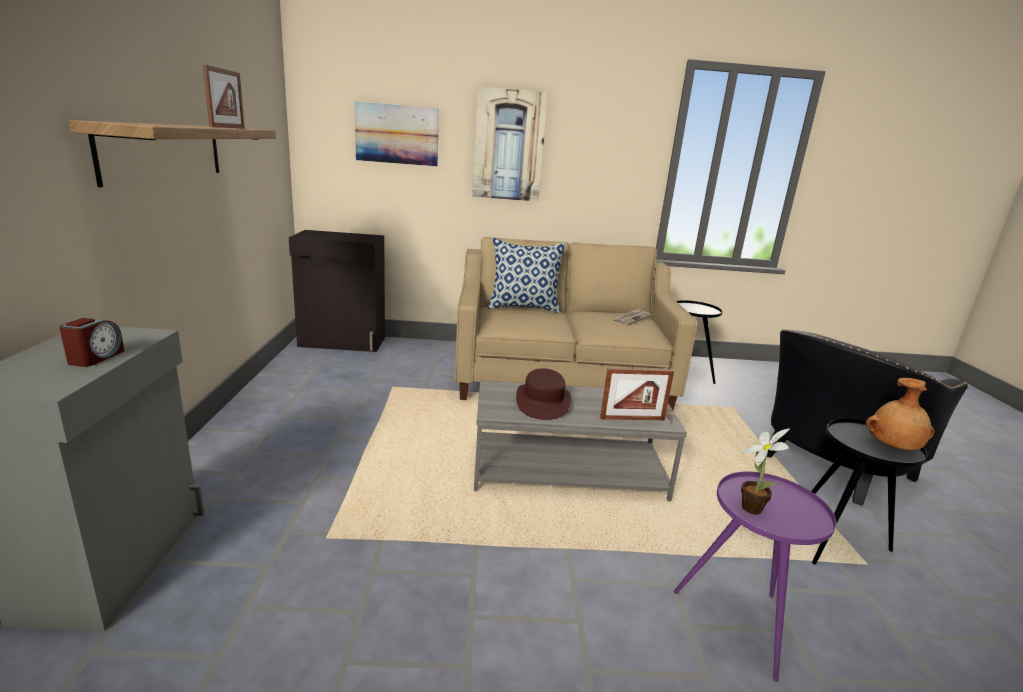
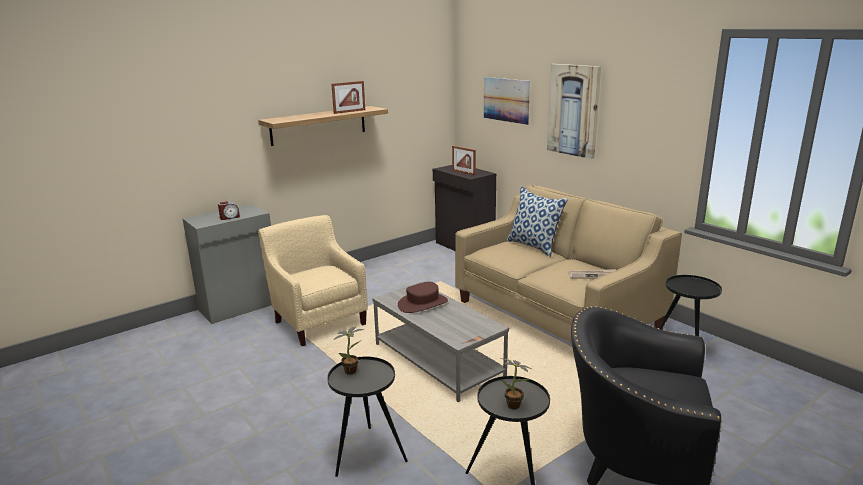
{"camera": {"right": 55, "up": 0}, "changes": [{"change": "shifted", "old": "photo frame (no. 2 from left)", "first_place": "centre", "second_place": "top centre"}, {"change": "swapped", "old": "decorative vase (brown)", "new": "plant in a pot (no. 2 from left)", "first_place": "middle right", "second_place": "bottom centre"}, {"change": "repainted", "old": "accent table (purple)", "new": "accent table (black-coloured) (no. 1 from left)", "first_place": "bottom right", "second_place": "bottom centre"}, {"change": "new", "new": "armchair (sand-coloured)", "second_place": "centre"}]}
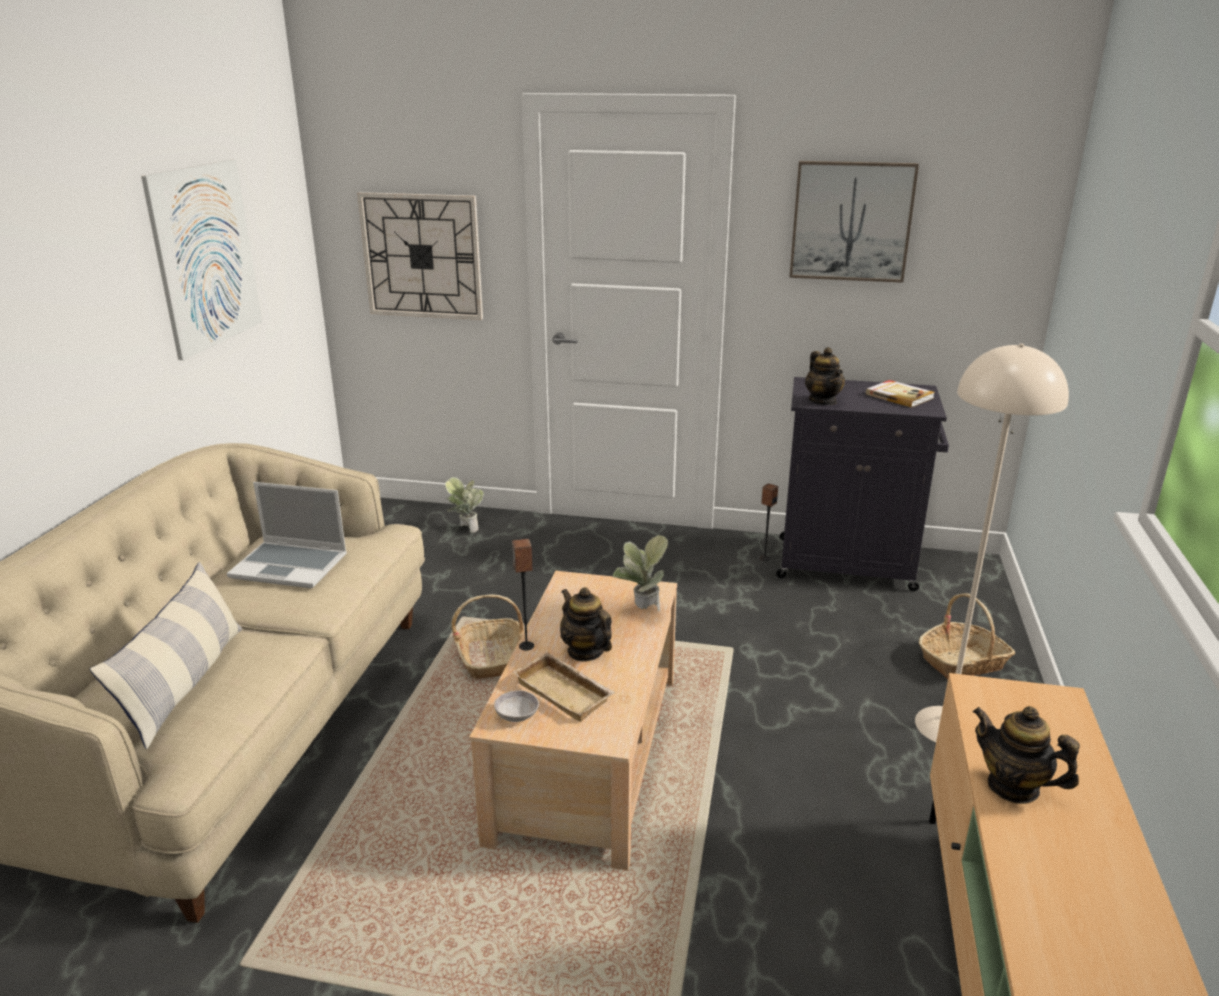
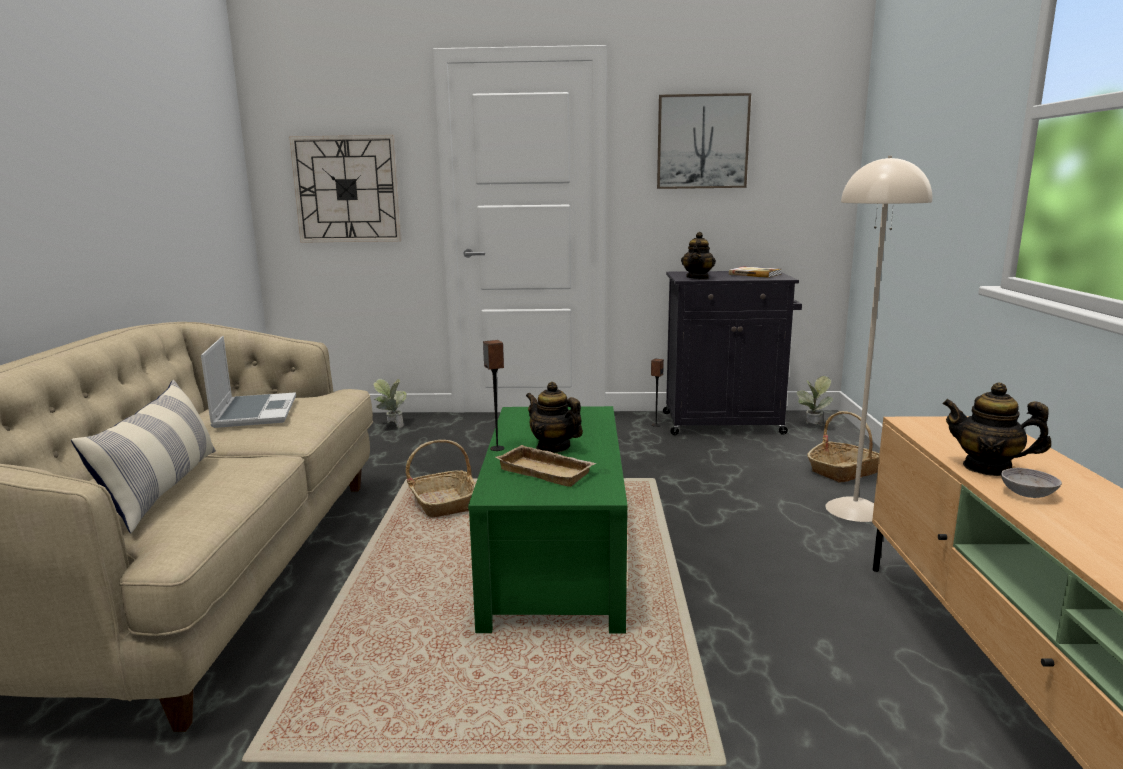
{"camera": {"right": -10, "up": -10}, "changes": [{"change": "gone", "old": "picture (no. 1 from left)", "first_place": "top left"}, {"change": "rotated", "old": "pot for tea (no. 2 from left)", "first_place": "middle right", "second_place": "top centre", "degrees": 45}, {"change": "rotated", "old": "portable computer", "first_place": "middle left", "second_place": "middle left", "degrees": -105}, {"change": "shifted", "old": "plant in a pot (no. 2 from left)", "first_place": "centre", "second_place": "middle right"}, {"change": "repainted", "old": "low table (sand-coloured)", "new": "low table (green-coloured)", "first_place": "bottom centre", "second_place": "bottom centre"}, {"change": "shifted", "old": "deep dish (grey)", "first_place": "bottom centre", "second_place": "middle right"}]}
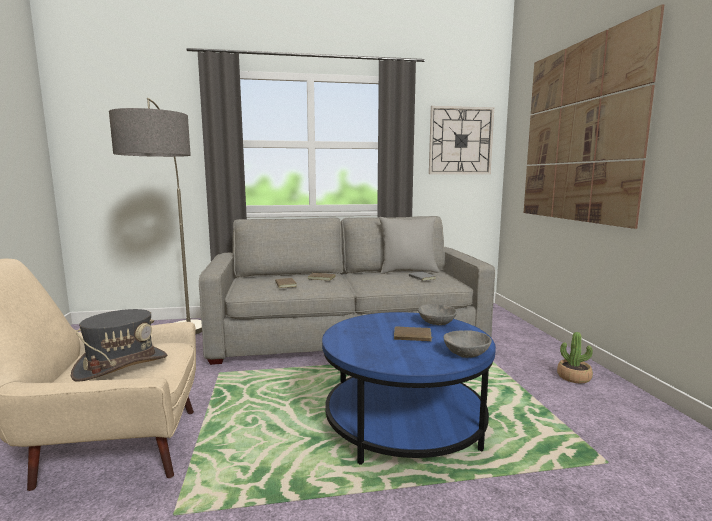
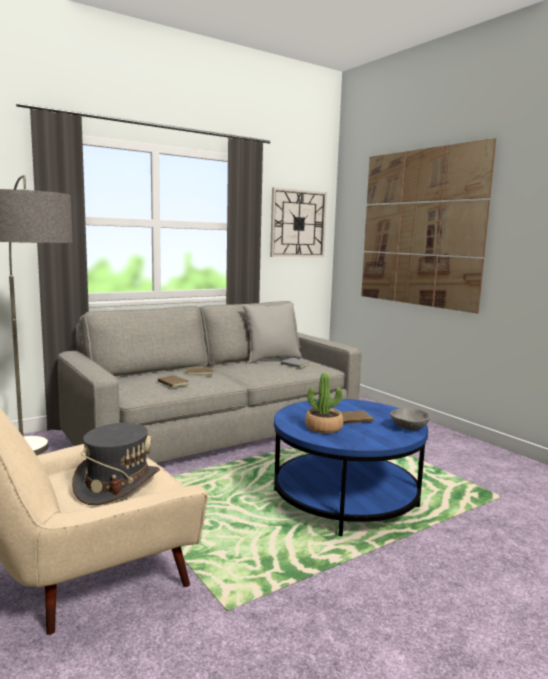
{"camera": {"right": -25, "up": 0}, "changes": [{"change": "gone", "old": "deep dish (grey) (no. 1 from left)", "first_place": "centre"}, {"change": "shifted", "old": "plant in a pot", "first_place": "bottom right", "second_place": "centre"}]}
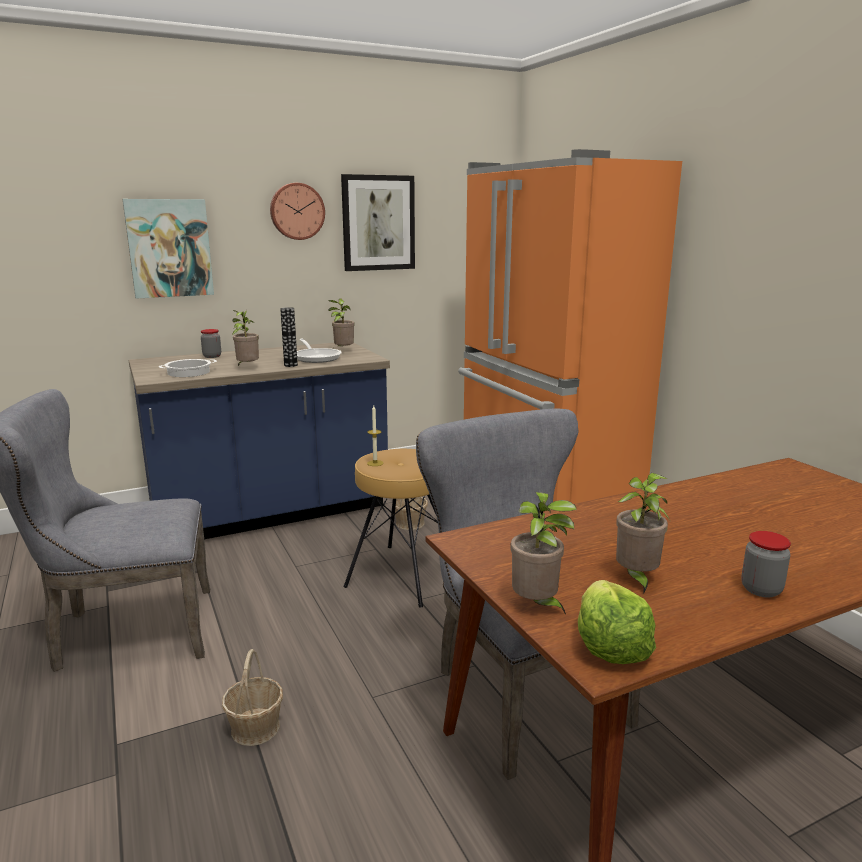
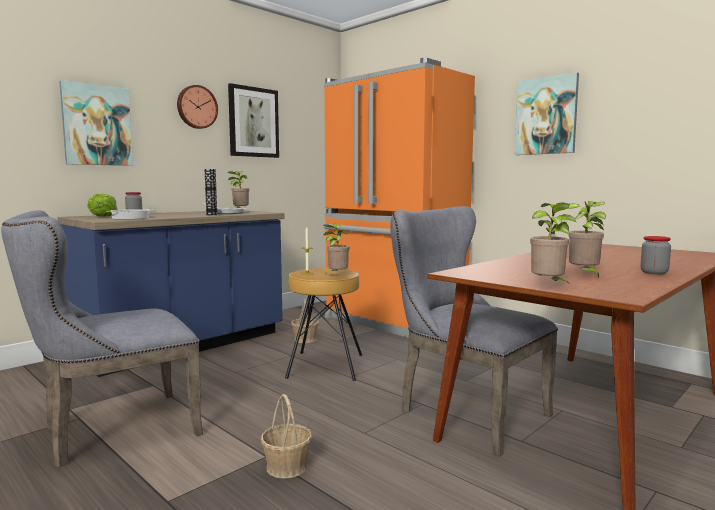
{"camera": {"right": -20, "up": -10}, "changes": [{"change": "shifted", "old": "plant in a pot (no. 1 from left in the first image)", "new": "plant in a pot (no. 2 from left)", "first_place": "middle left", "second_place": "centre"}, {"change": "shifted", "old": "lettuce head", "first_place": "bottom right", "second_place": "middle left"}, {"change": "new", "new": "picture (no. 3 from left)", "second_place": "top right"}]}
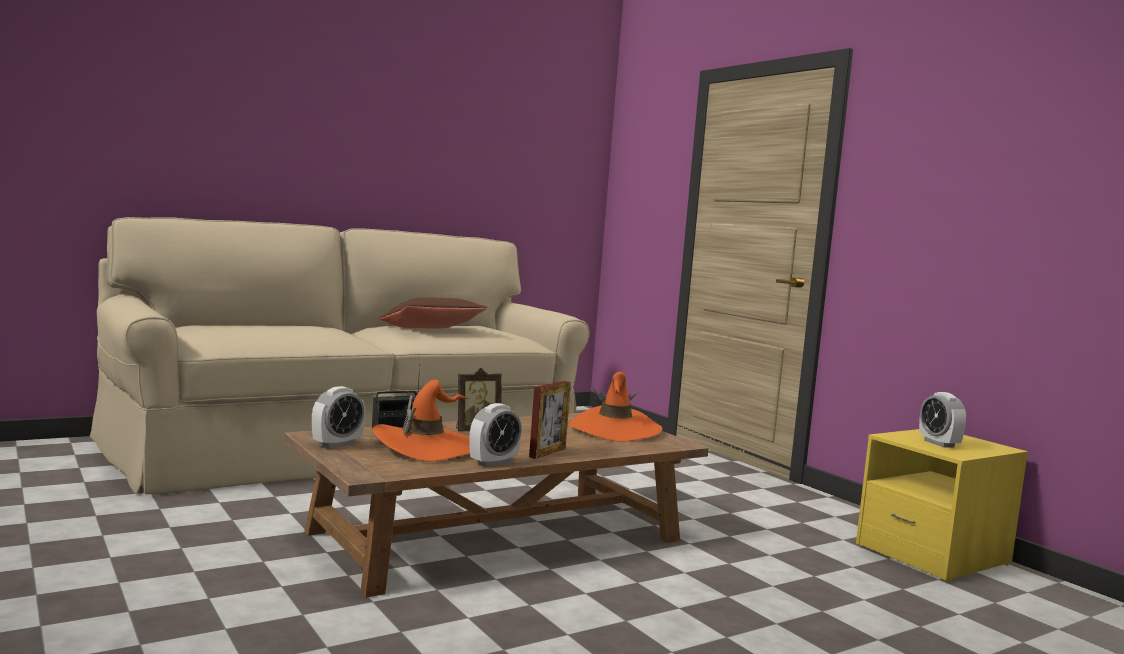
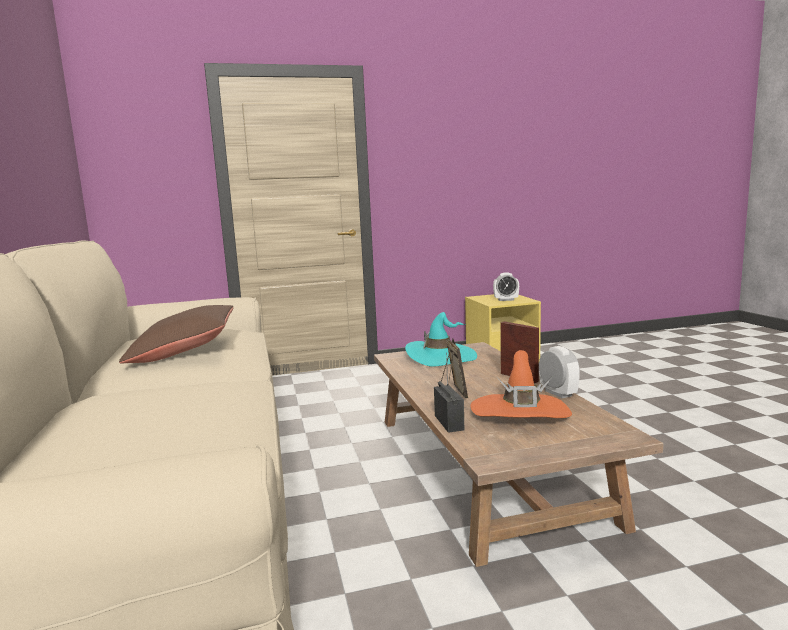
{"camera": {"right": -70, "up": 5}, "changes": [{"change": "repainted", "old": "clothing hat (orange-coloured) (no. 2 from left)", "new": "clothing hat (turquoise-coloured)", "first_place": "centre", "second_place": "centre"}, {"change": "gone", "old": "bedside clock (no. 1 from left)", "first_place": "middle left"}]}
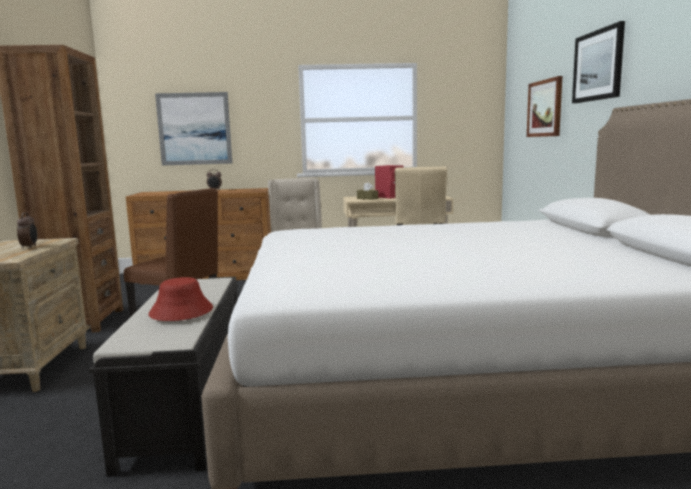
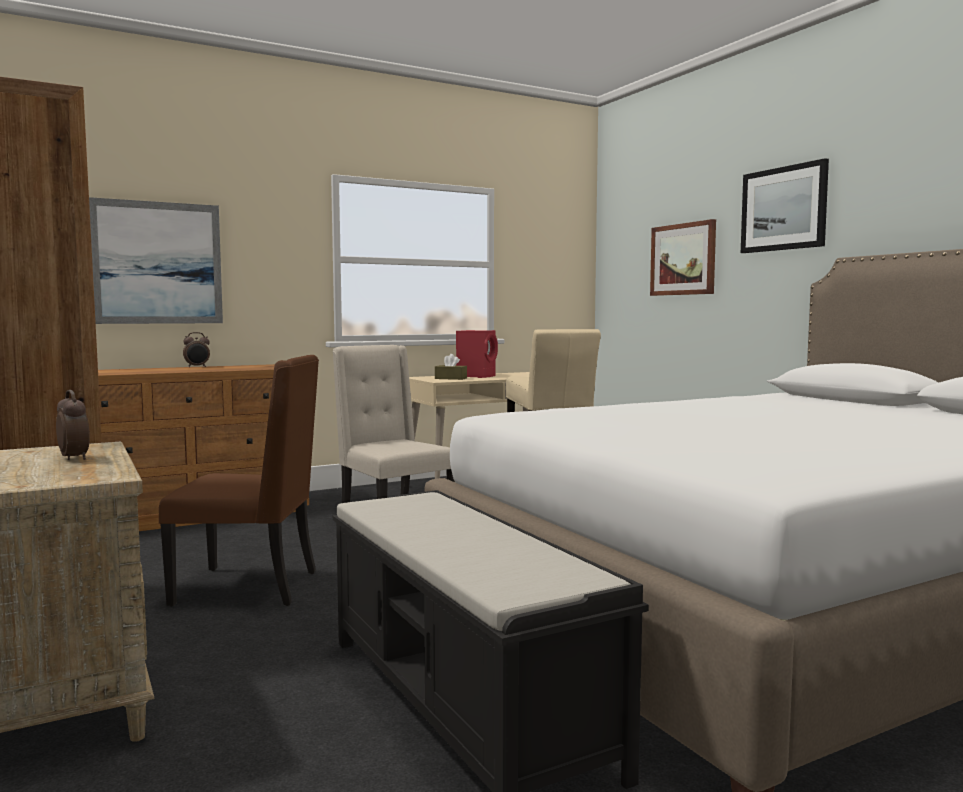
{"camera": {"right": -25, "up": -5}, "changes": [{"change": "gone", "old": "clothing hat (red-coloured)", "first_place": "middle left"}]}
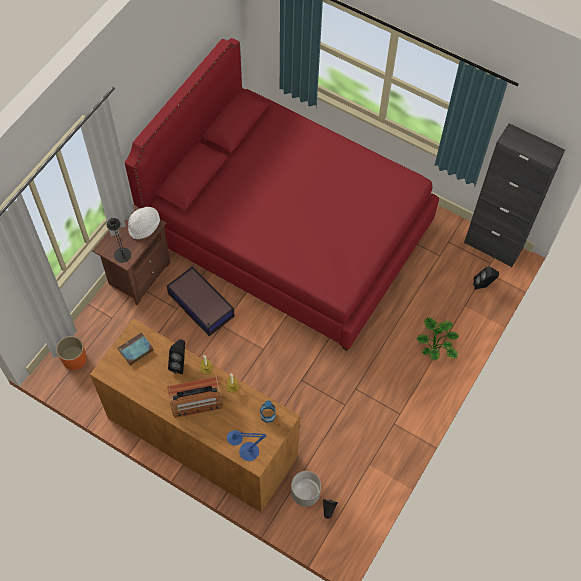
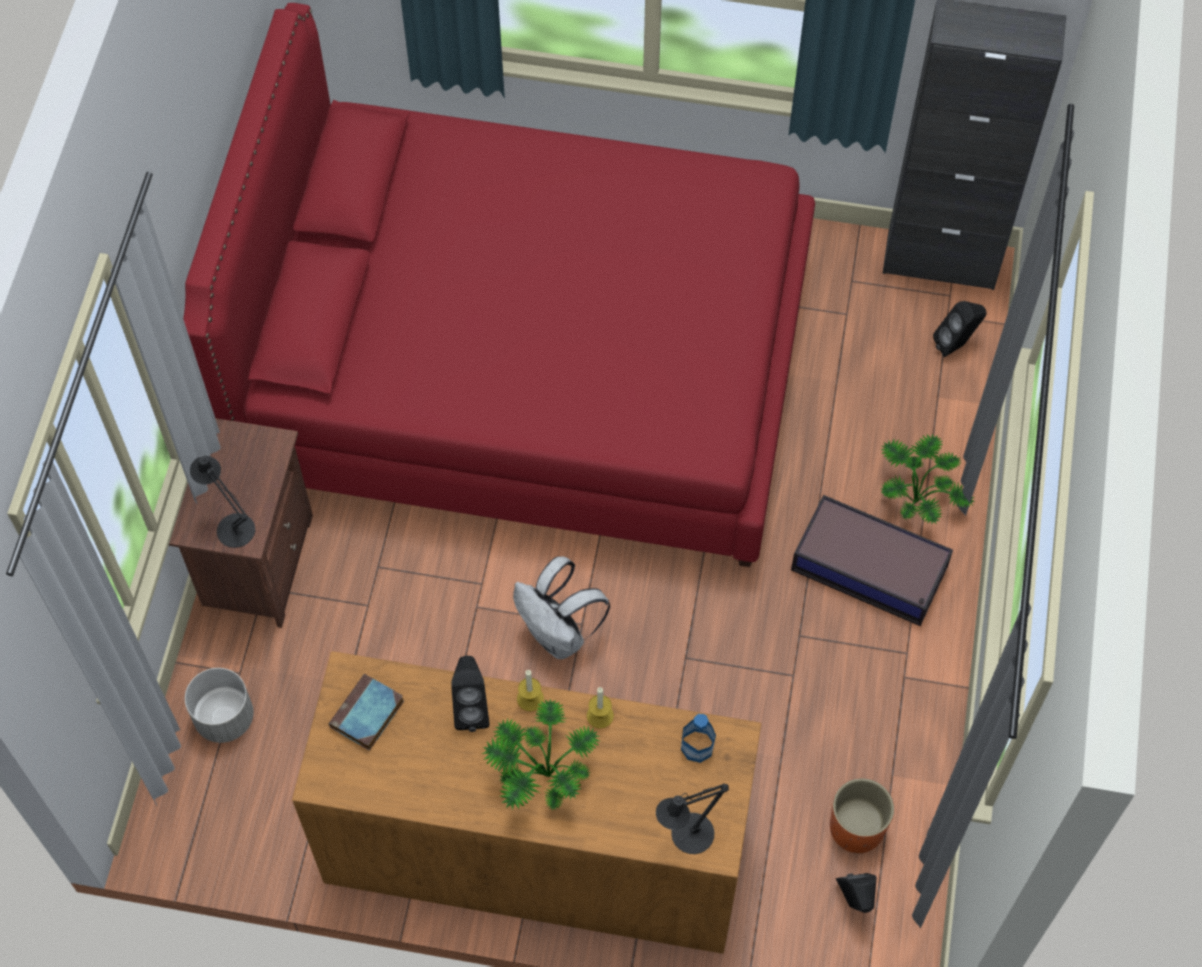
{"camera": {"right": -20, "up": 0}, "changes": [{"change": "gone", "old": "clothing hat (whitish)", "first_place": "middle left"}, {"change": "shifted", "old": "storage container", "first_place": "centre", "second_place": "middle right"}, {"change": "shifted", "old": "plant pot (orange-coloured)", "first_place": "middle left", "second_place": "bottom right"}, {"change": "swapped", "old": "radio set", "new": "plant in a pot (no. 1 from left)", "first_place": "bottom centre", "second_place": "bottom centre"}, {"change": "repainted", "old": "tabletop lamp (bluish)", "new": "tabletop lamp (black-coloured) (no. 2 from left)", "first_place": "bottom centre", "second_place": "bottom centre"}, {"change": "shifted", "old": "plant pot (grey)", "first_place": "bottom centre", "second_place": "bottom left"}, {"change": "new", "new": "backpack (whitish)", "second_place": "centre"}]}
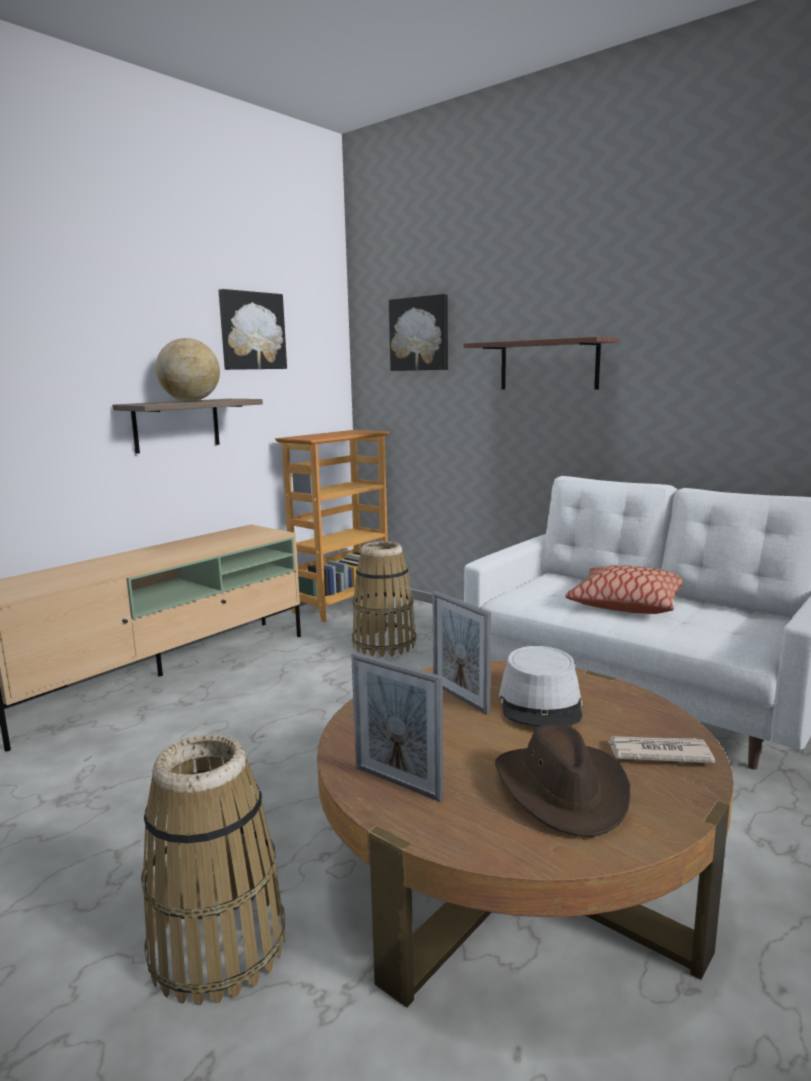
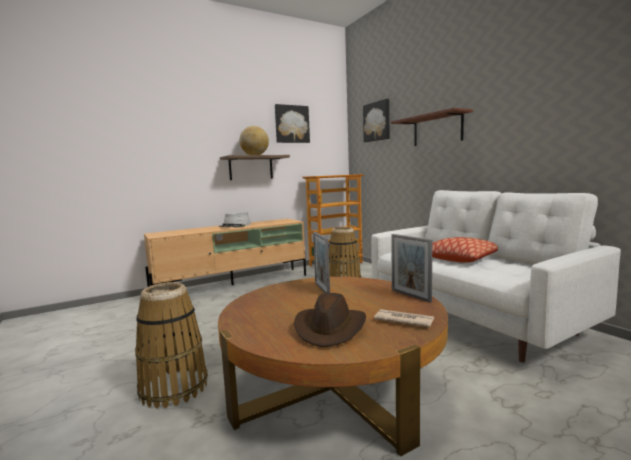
{"camera": {"right": 20, "up": -5}, "changes": [{"change": "shifted", "old": "clothing hat (grey)", "first_place": "middle right", "second_place": "centre"}, {"change": "shifted", "old": "photo frame (no. 1 from left in the first image)", "new": "photo frame (no. 2 from left)", "first_place": "bottom centre", "second_place": "centre"}]}
